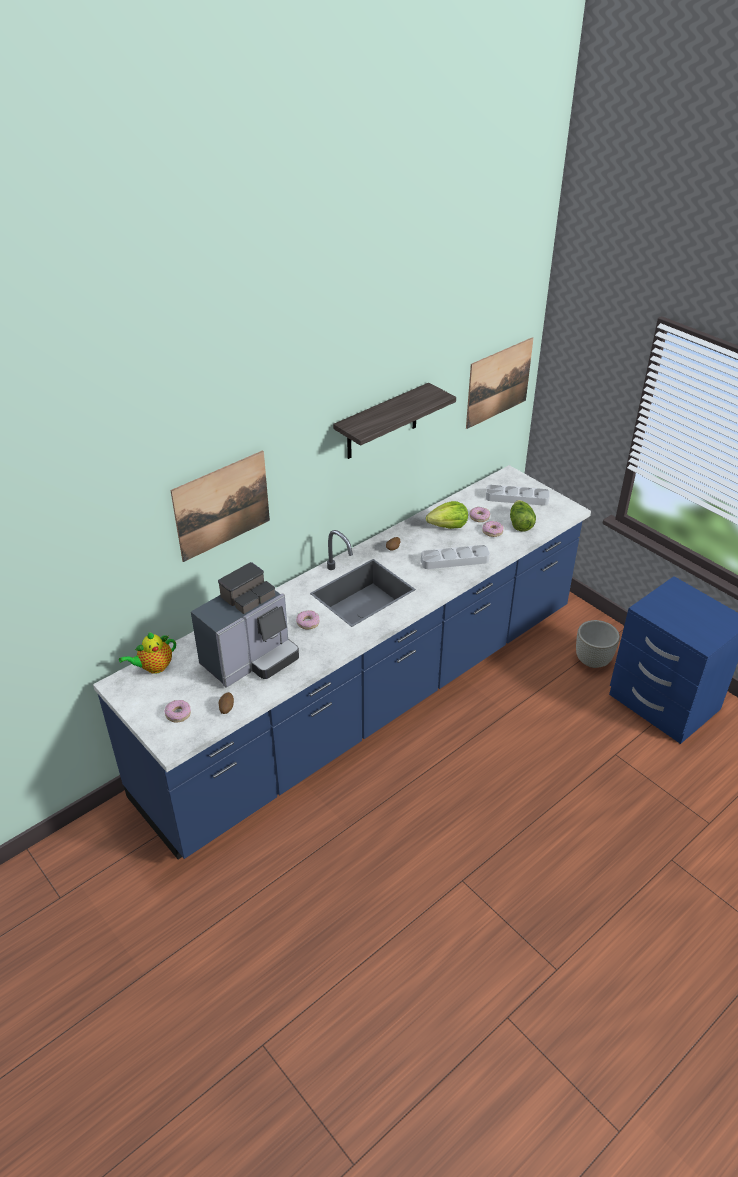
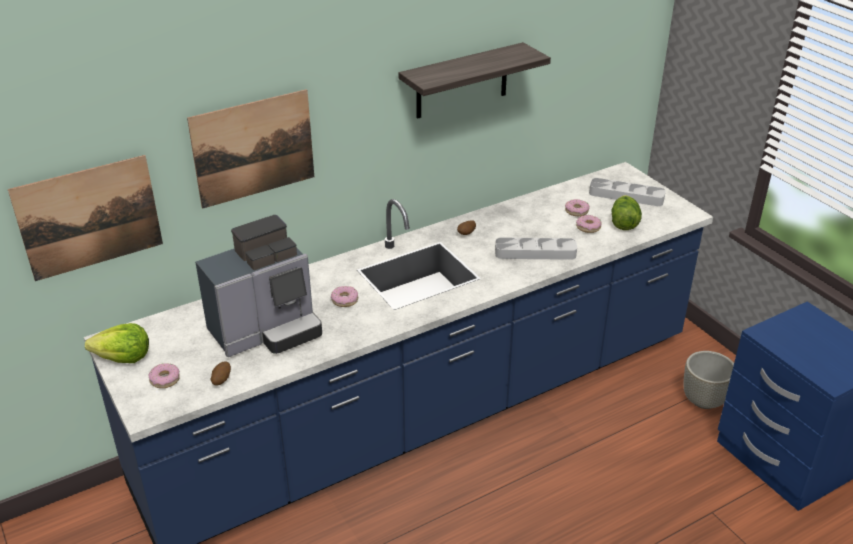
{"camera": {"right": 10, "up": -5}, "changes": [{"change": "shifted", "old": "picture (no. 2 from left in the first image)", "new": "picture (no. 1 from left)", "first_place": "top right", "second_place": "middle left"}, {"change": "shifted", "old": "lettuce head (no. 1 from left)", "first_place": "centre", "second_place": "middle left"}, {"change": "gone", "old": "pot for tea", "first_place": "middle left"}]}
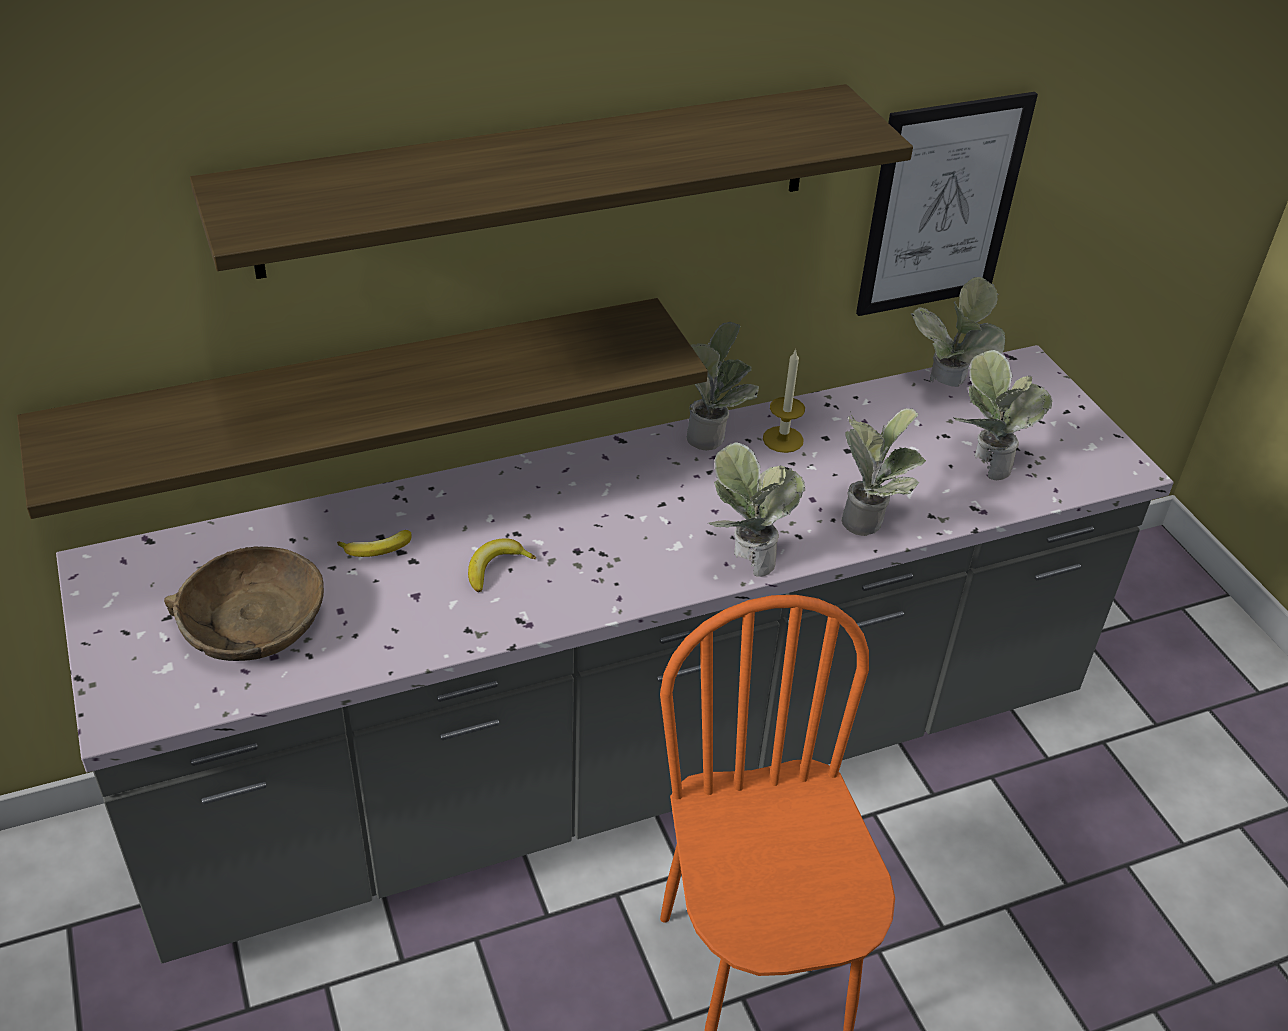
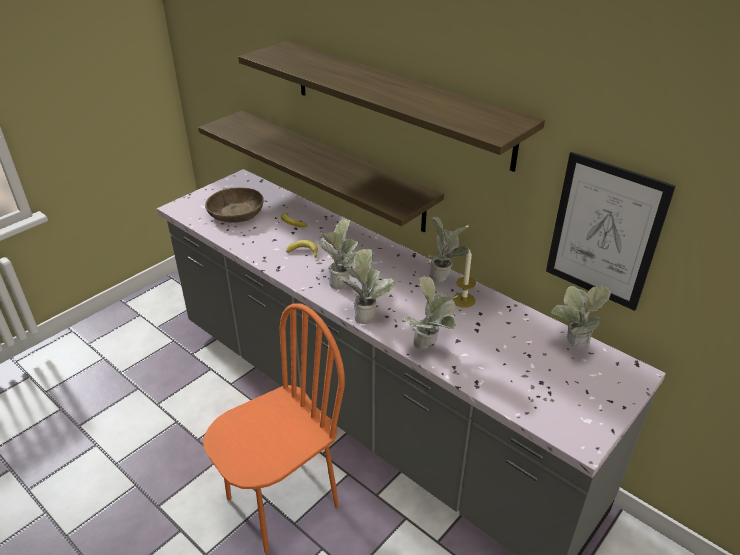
{"camera": {"right": 65, "up": -5}, "changes": [{"change": "shifted", "old": "plant in a pot (no. 5 from left in the first image)", "new": "plant in a pot (no. 1 from left)", "first_place": "middle right", "second_place": "centre"}]}
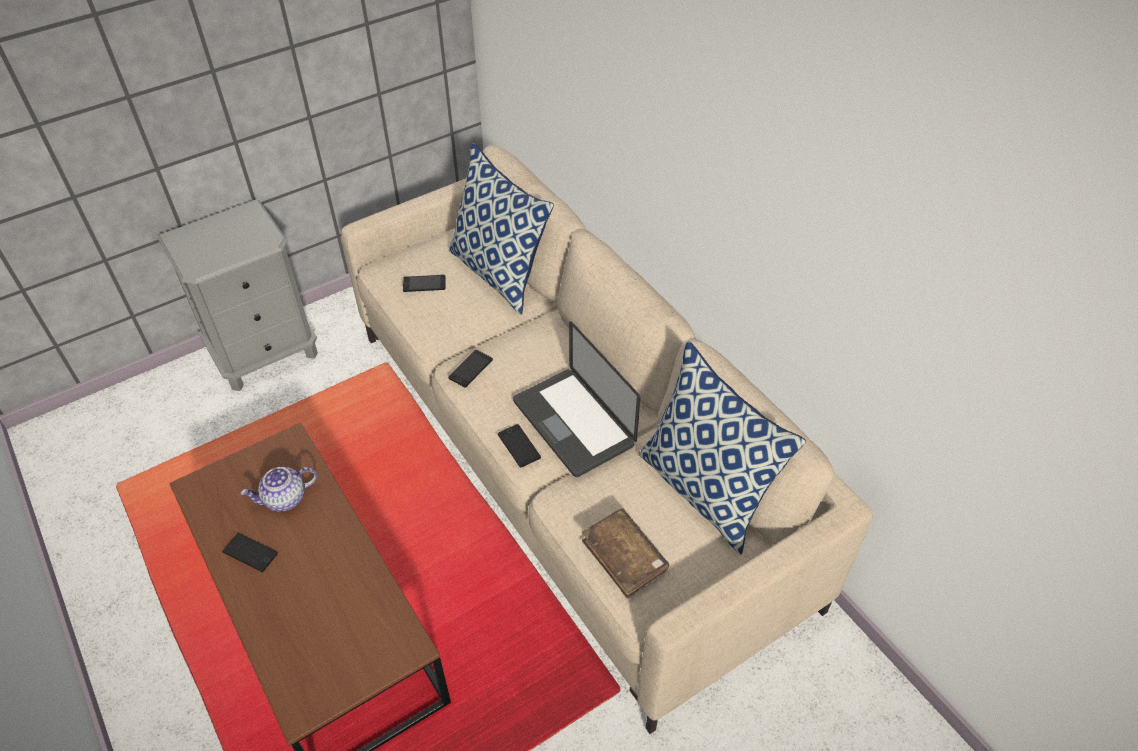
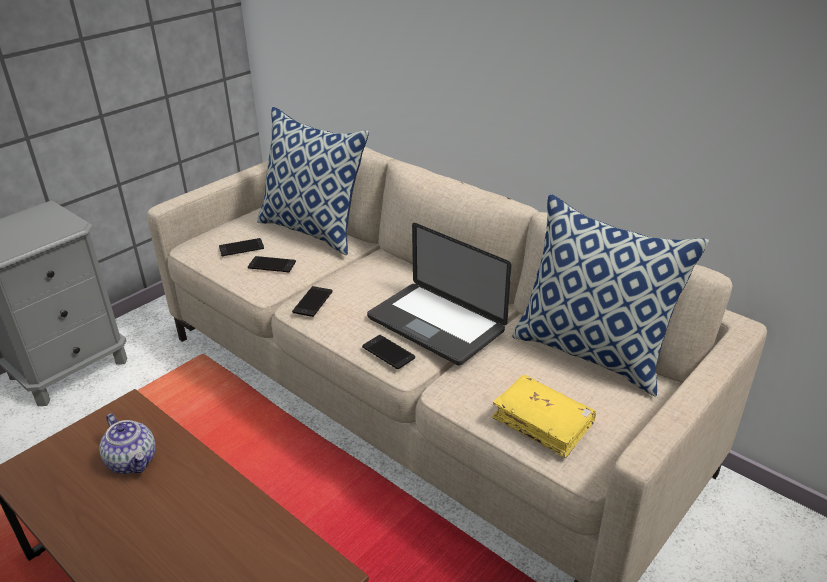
{"camera": {"right": -15, "up": -15}, "changes": [{"change": "rotated", "old": "pot for tea", "first_place": "middle left", "second_place": "bottom left", "degrees": -90}, {"change": "repainted", "old": "volume (brown)", "new": "volume (yellow)", "first_place": "bottom centre", "second_place": "bottom centre"}, {"change": "shifted", "old": "telephone (no. 1 from left in the first image)", "new": "telephone (no. 2 from left)", "first_place": "bottom left", "second_place": "middle left"}]}
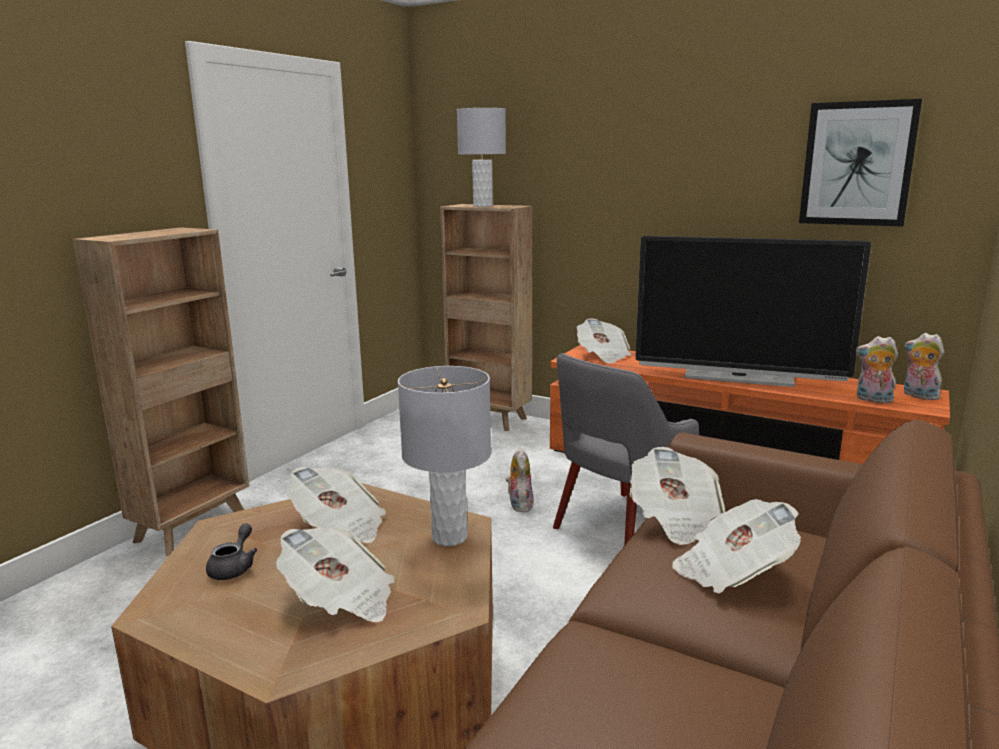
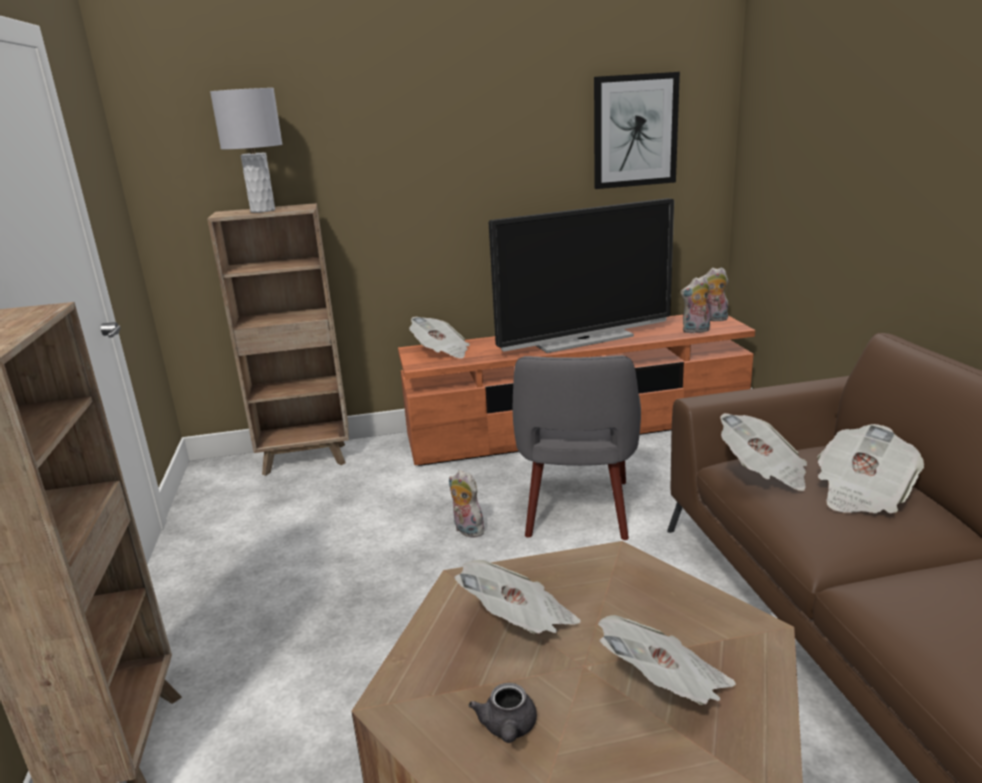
{"camera": {"right": -40, "up": 5}, "changes": [{"change": "gone", "old": "tabletop lamp (grey) (no. 1 from left)", "first_place": "centre"}, {"change": "rotated", "old": "pot for tea (grey)", "first_place": "bottom left", "second_place": "bottom centre", "degrees": -150}]}
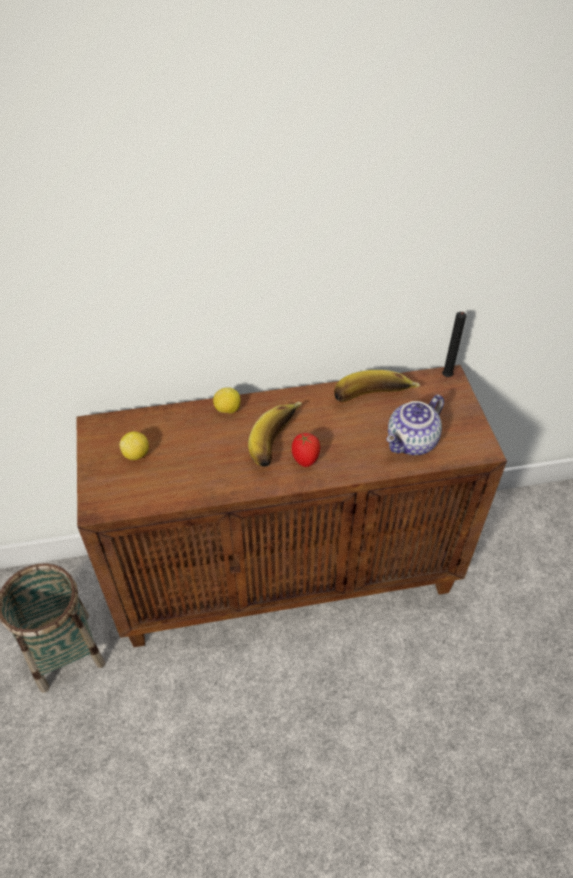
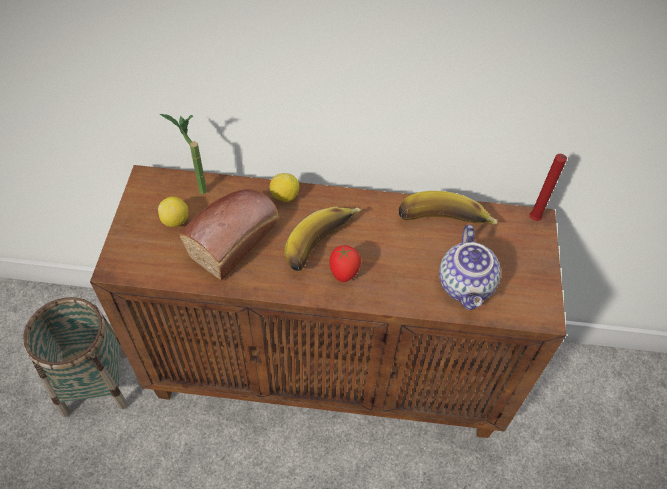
{"camera": {"right": 15, "up": 5}, "changes": [{"change": "repainted", "old": "wax candle (black-coloured)", "new": "wax candle (red-coloured)", "first_place": "middle right", "second_place": "middle right"}, {"change": "rotated", "old": "pot for tea", "first_place": "middle right", "second_place": "middle right", "degrees": -60}, {"change": "new", "new": "plant in a pot", "second_place": "top left"}, {"change": "new", "new": "baked bread", "second_place": "centre"}]}
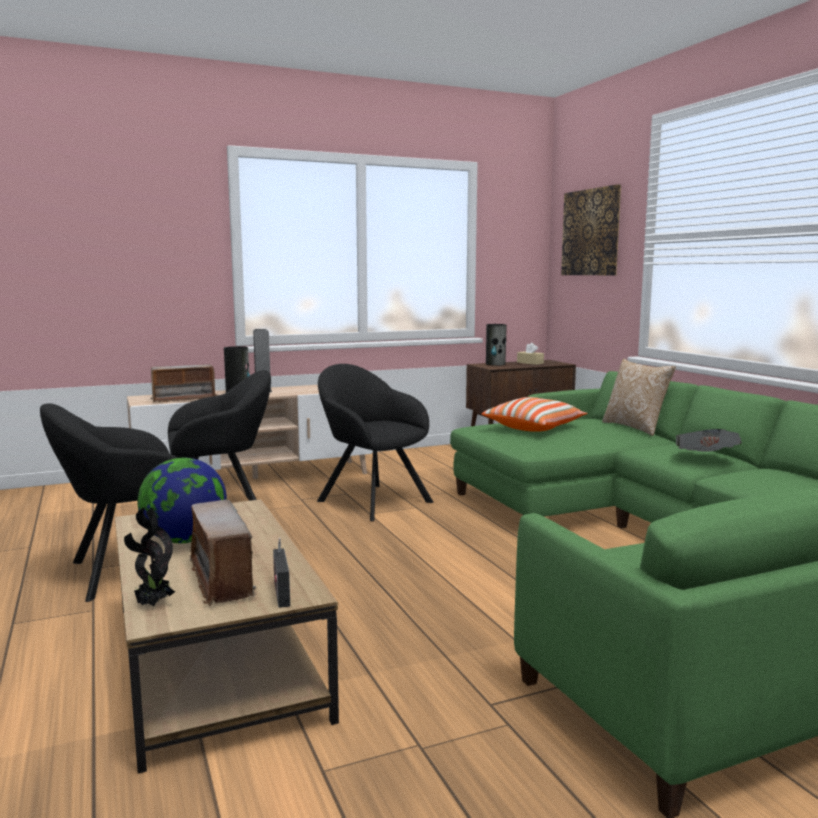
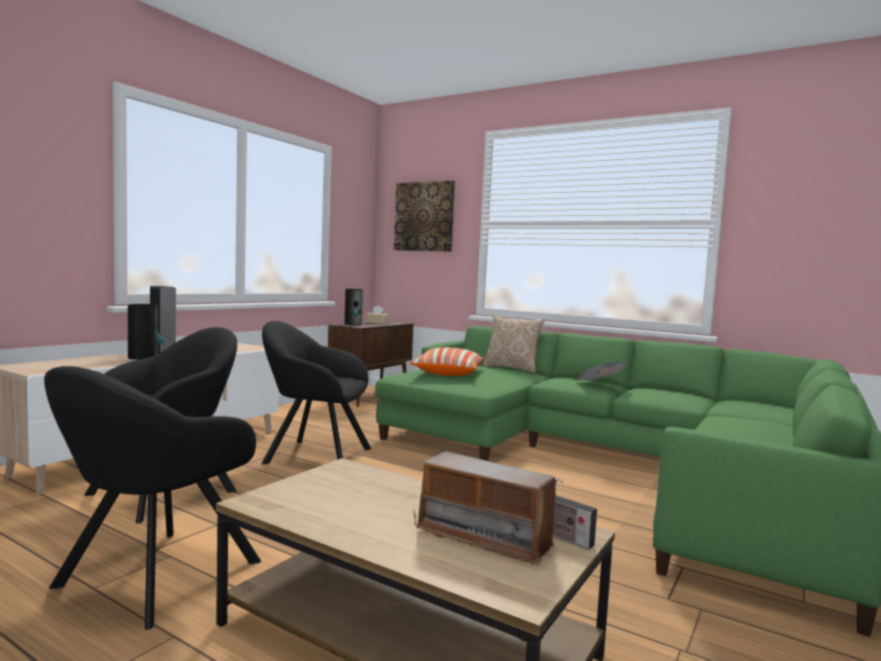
{"camera": {"right": -35, "up": -5}, "changes": [{"change": "gone", "old": "radio set (no. 1 from left)", "first_place": "middle left"}, {"change": "gone", "old": "globe", "first_place": "middle left"}, {"change": "gone", "old": "plant in a pot", "first_place": "bottom left"}]}
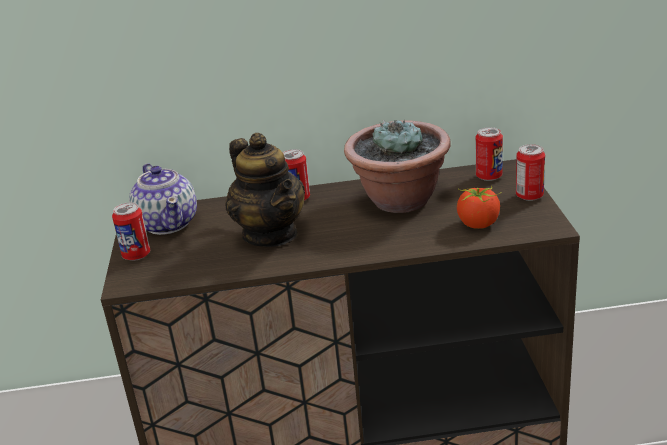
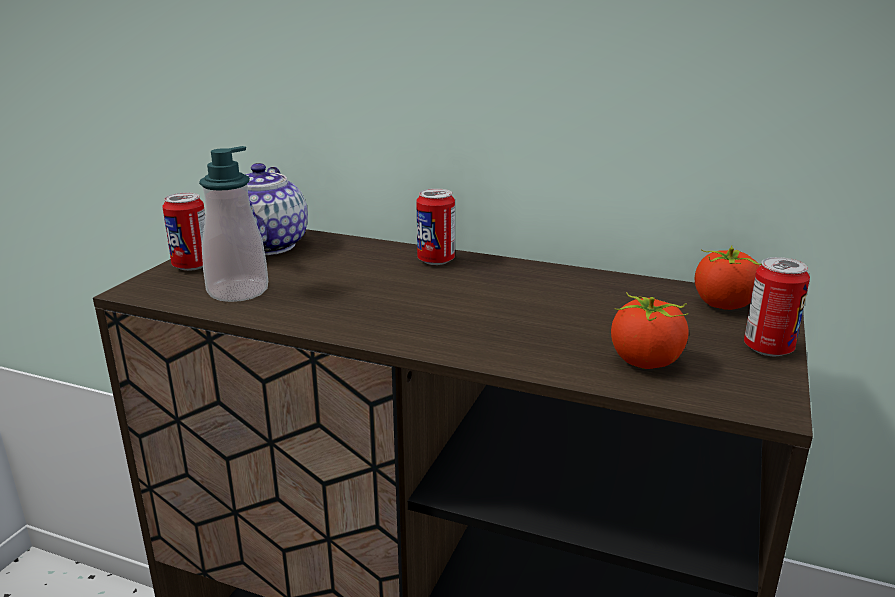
{"camera": {"right": 25, "up": -5}, "changes": [{"change": "gone", "old": "plant in a pot", "first_place": "centre"}, {"change": "swapped", "old": "metal can (no. 3 from left)", "new": "tomato (no. 2 from left)", "first_place": "middle right", "second_place": "middle right"}, {"change": "gone", "old": "pot for tea (no. 2 from left)", "first_place": "centre"}, {"change": "new", "new": "soap bottle", "second_place": "middle left"}]}
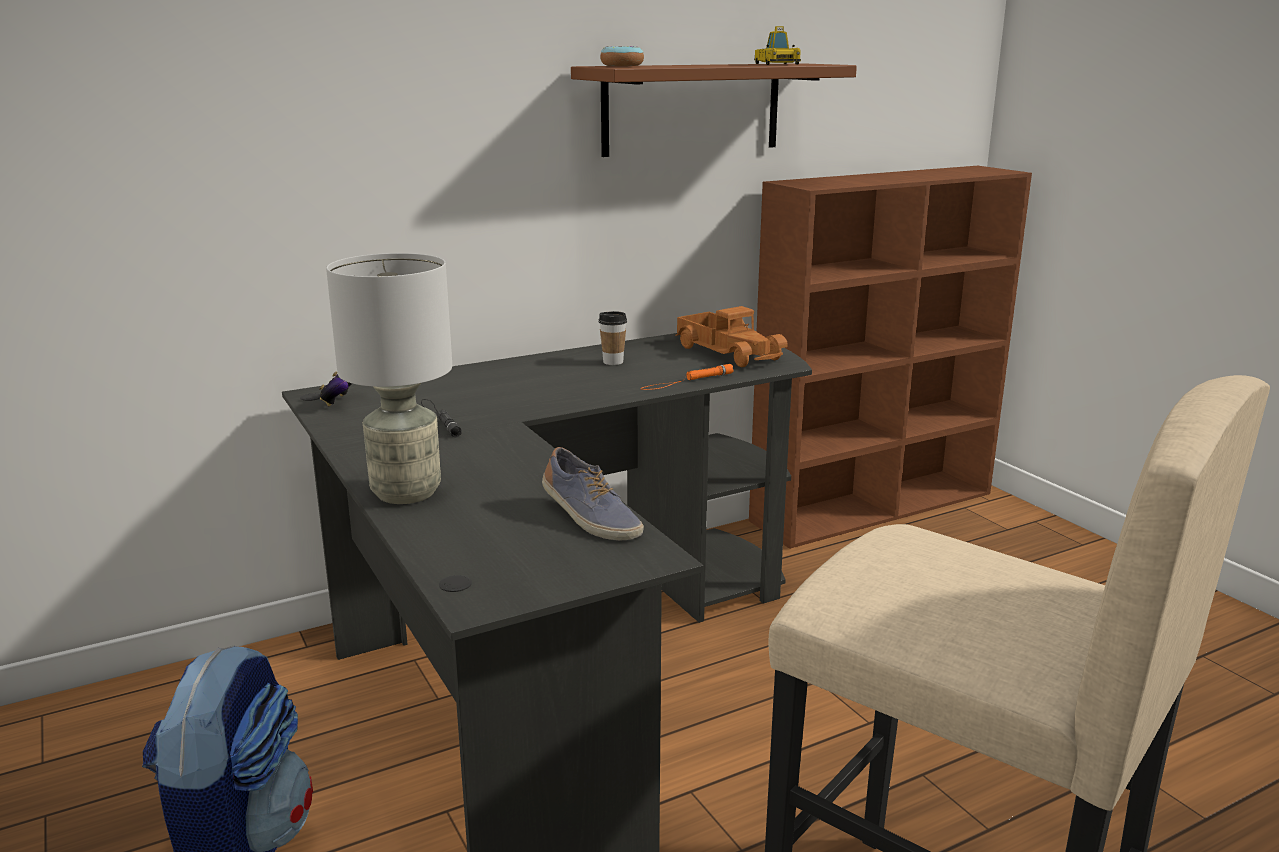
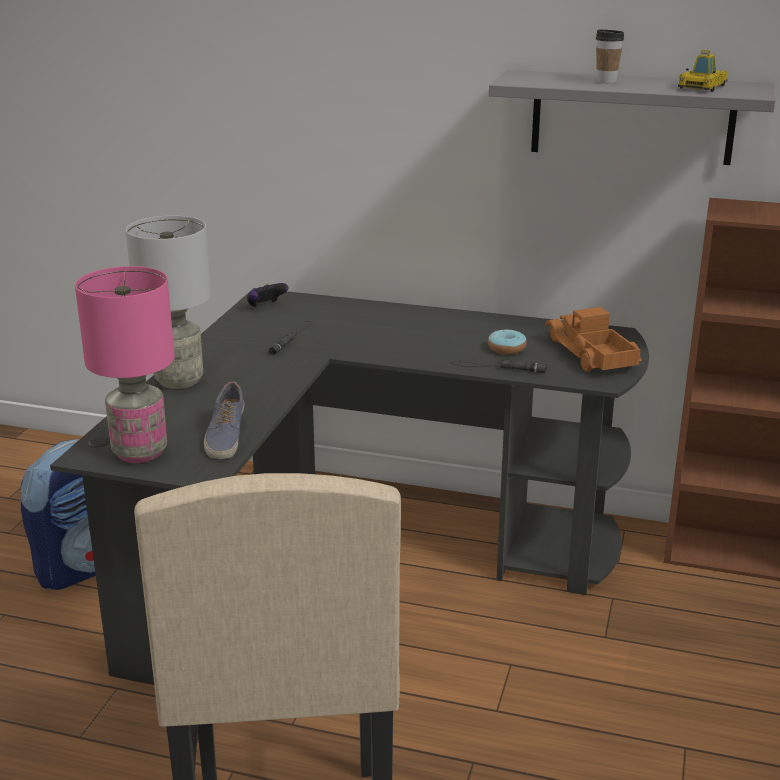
{"camera": {"right": 45, "up": 5}, "changes": [{"change": "shifted", "old": "donut", "first_place": "top centre", "second_place": "centre"}, {"change": "repainted", "old": "shelf (brown)", "new": "shelf (grey)", "first_place": "top centre", "second_place": "top right"}, {"change": "rotated", "old": "model truck", "first_place": "centre", "second_place": "middle right", "degrees": 150}, {"change": "shifted", "old": "drinking cup", "first_place": "centre", "second_place": "top right"}, {"change": "repainted", "old": "flashlight (orange-coloured)", "new": "flashlight (black-coloured) (no. 2 from left)", "first_place": "centre", "second_place": "centre"}, {"change": "new", "new": "tabletop lamp (pink)", "second_place": "middle left"}]}
